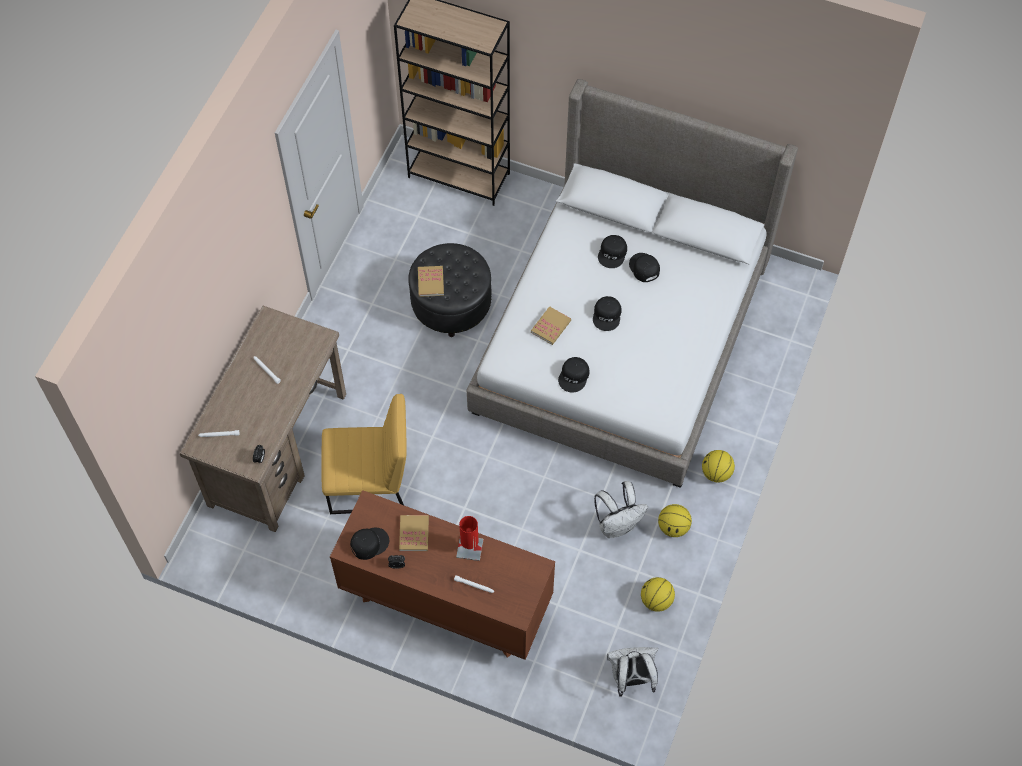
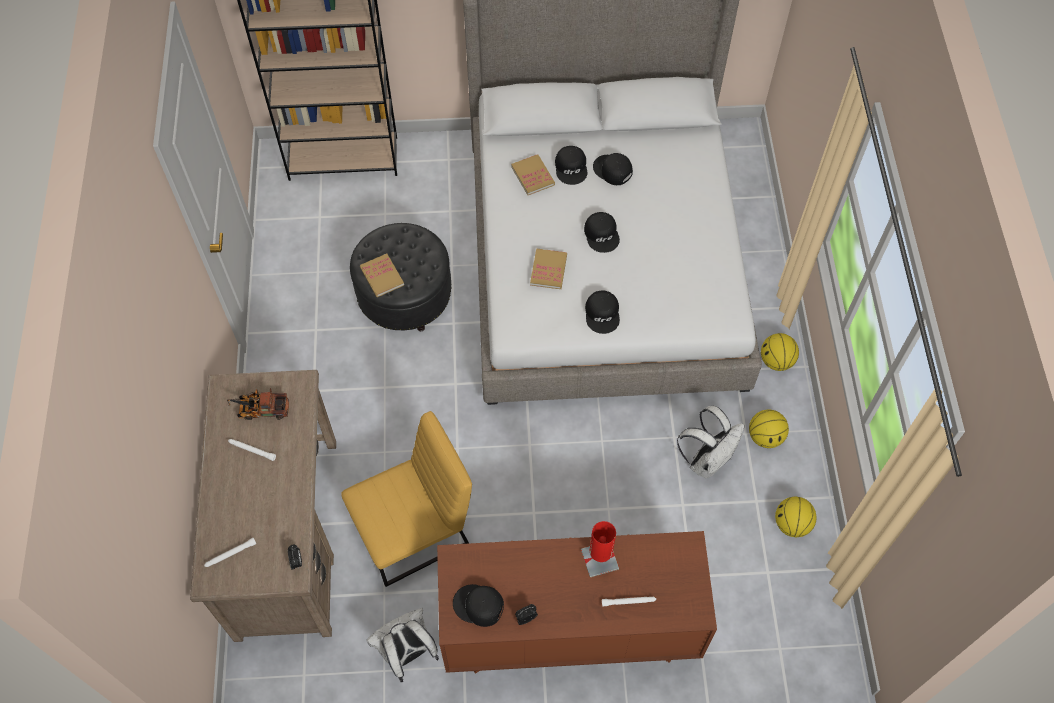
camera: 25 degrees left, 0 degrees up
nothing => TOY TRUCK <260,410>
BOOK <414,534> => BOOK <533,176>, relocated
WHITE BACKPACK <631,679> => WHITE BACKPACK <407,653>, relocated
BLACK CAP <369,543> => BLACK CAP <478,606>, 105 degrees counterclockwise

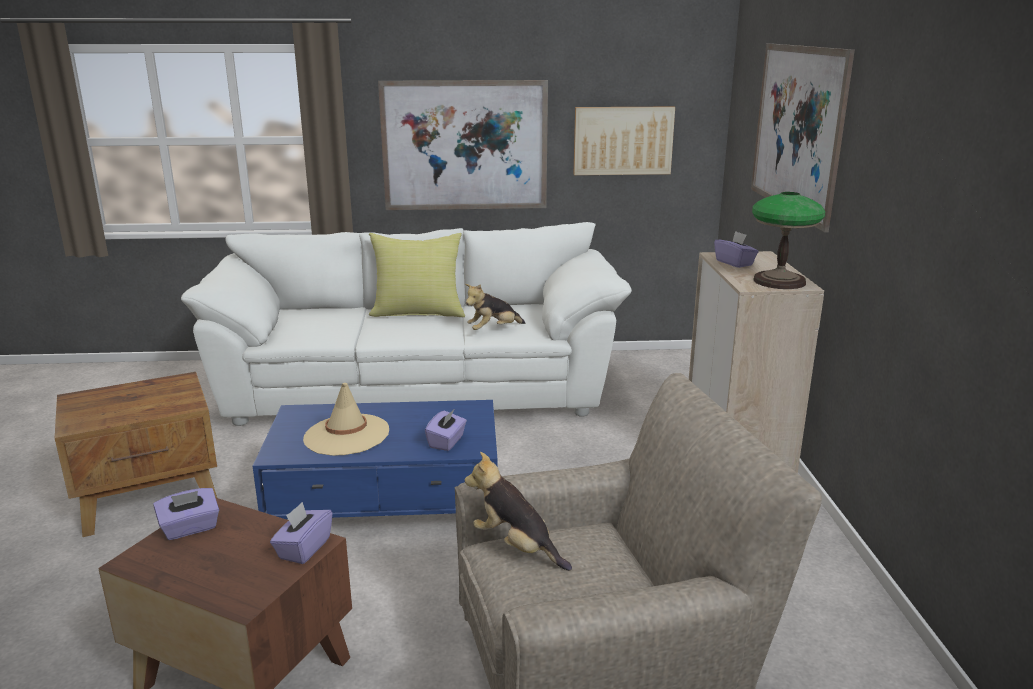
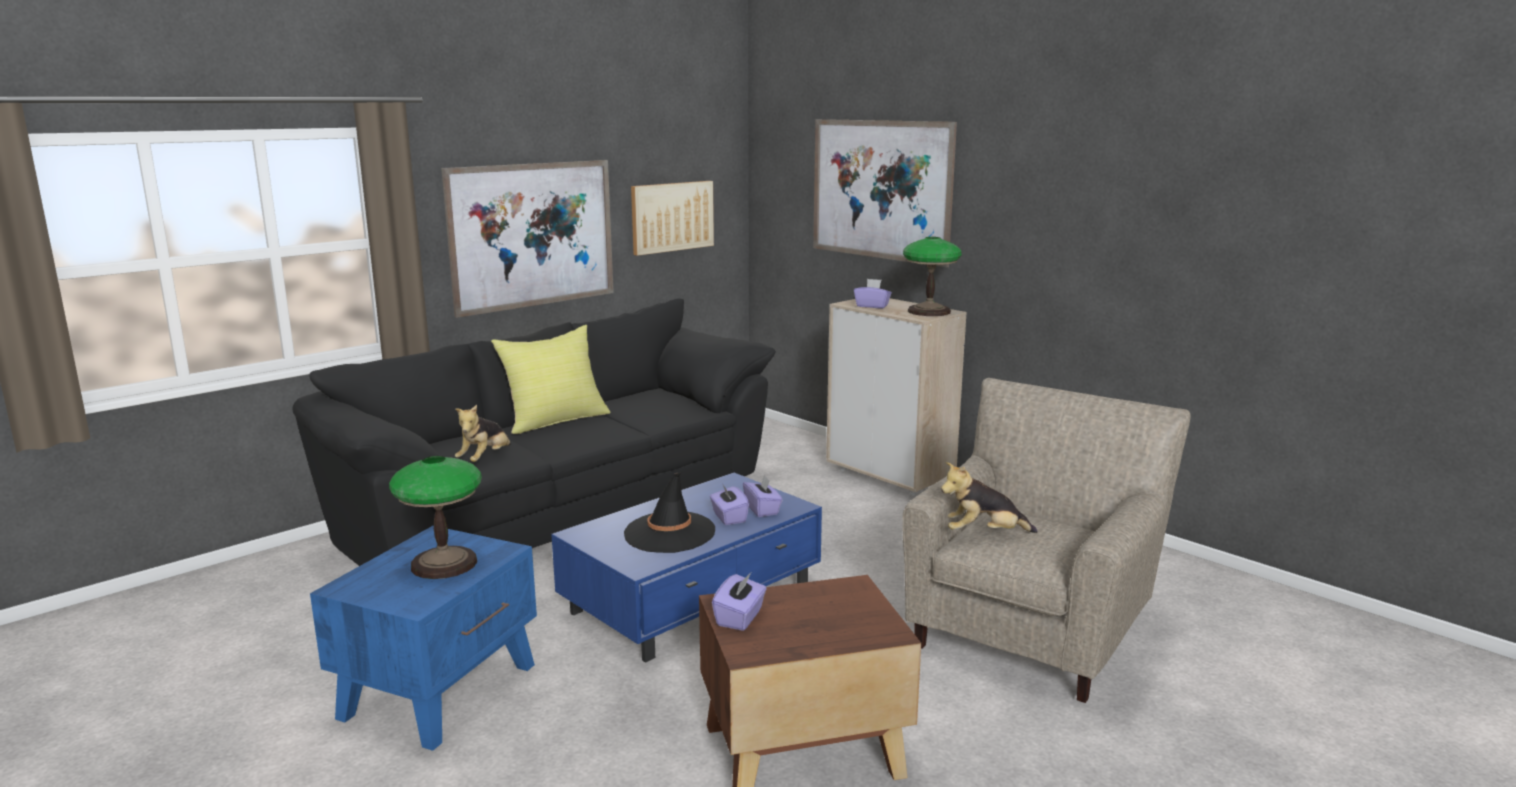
camera: 40 degrees left, 5 degrees down
nothing => TABLE LAMP <443,564>
PURPLE TISSUE BOX <303,548> => PURPLE TISSUE BOX <728,517>, relocated
PLUSH TOY <493,330> => PLUSH TOY <485,459>, relocated
BROWN SIDE TABLE <151,497> => BLUE SIDE TABLE <441,690>
WHITE SOFA <418,395> => BLACK SOFA <562,515>
BEIGE HAT <346,435> => BLACK HAT <669,533>

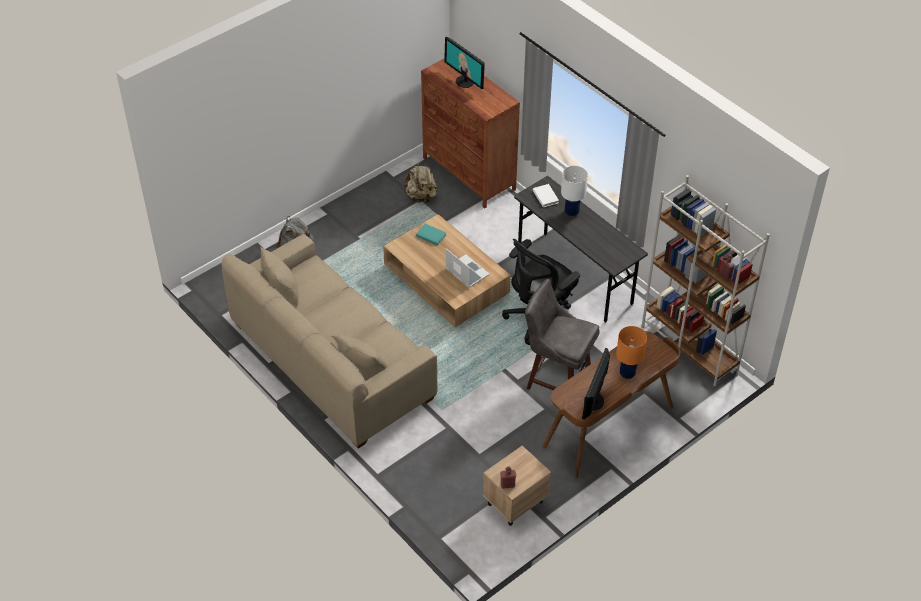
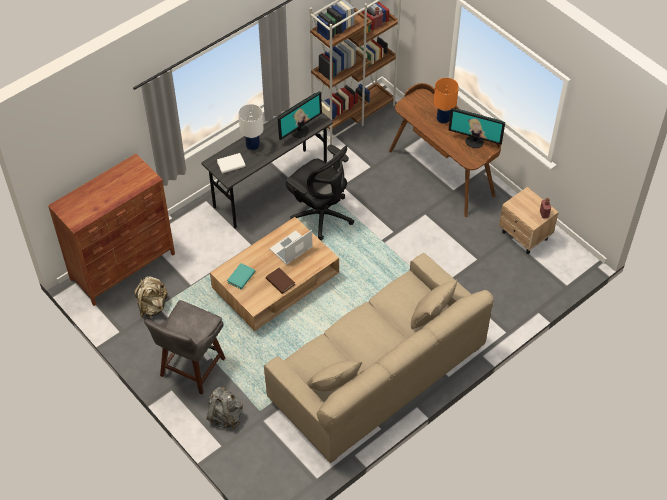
camera: 90 degrees left, 5 degrees up
nothing => BROWN BOOK <280,282>
MONITOR <465,81> => MONITOR <299,131>, relocated
GREY STOOL <556,378> => GREY STOOL <191,369>, relocated

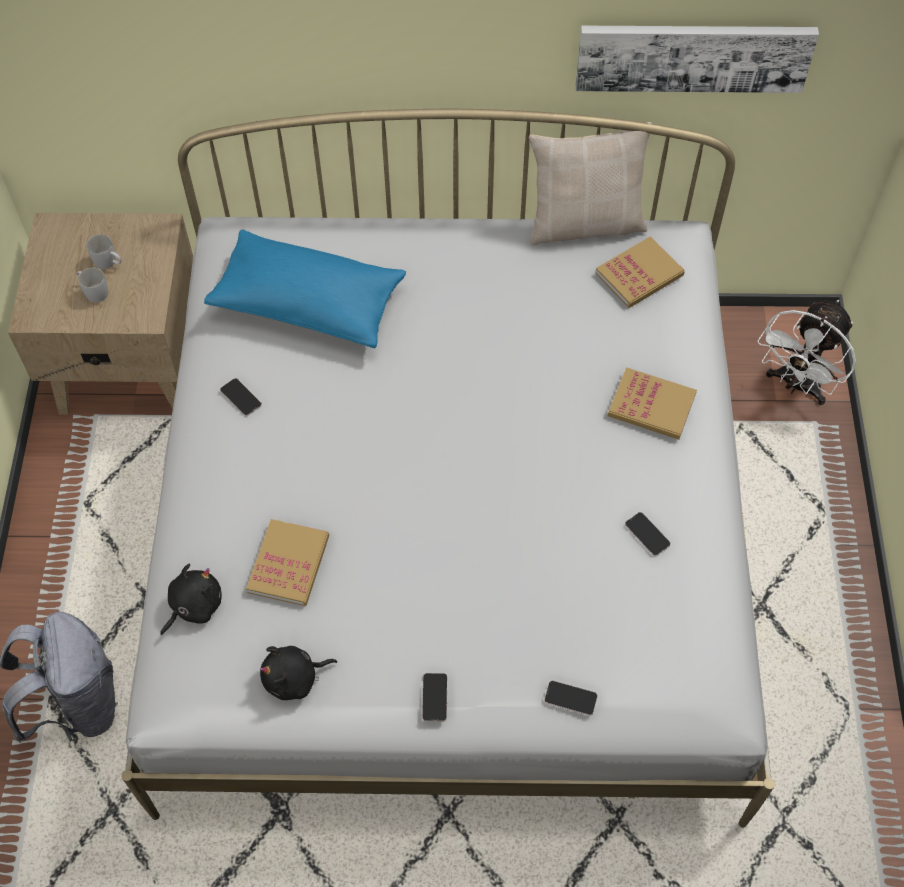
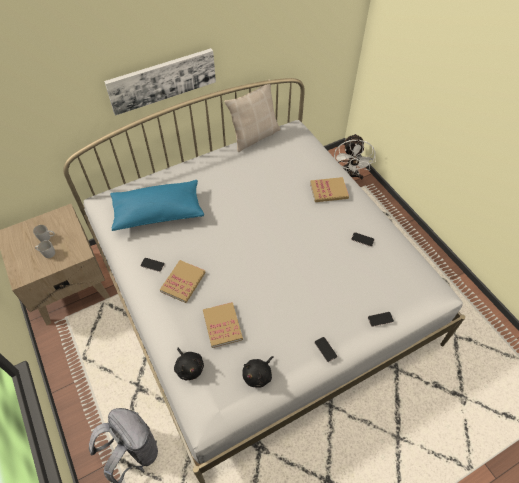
camera: 30 degrees left, 5 degrees down
PICTURE <693,55> => PICTURE <162,80>, relocated
BOOK <639,274> => BOOK <183,282>, relocated
BLACK PLUSH TOY <194,606> => BLACK PLUSH TOY <189,367>, 135 degrees clockwise

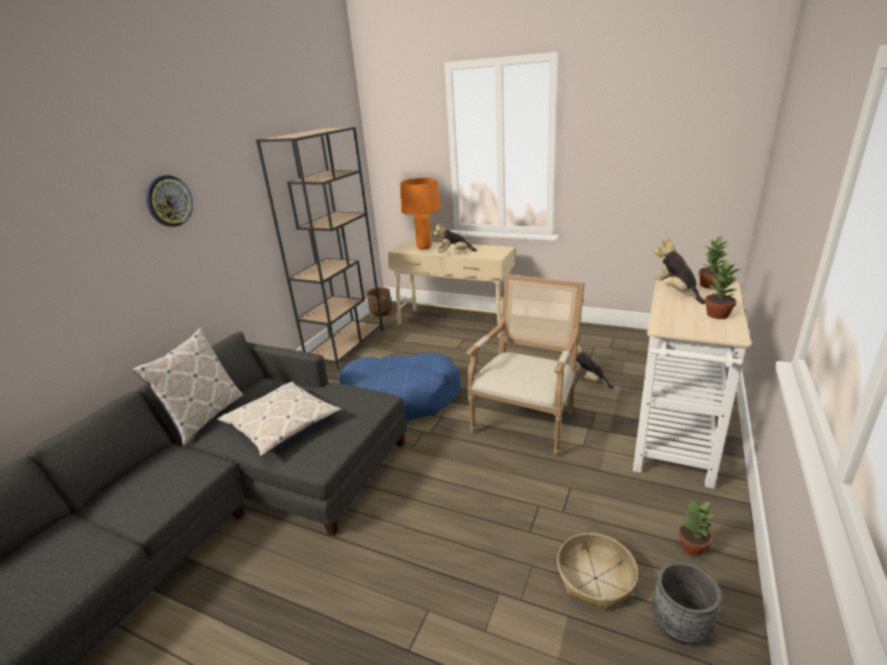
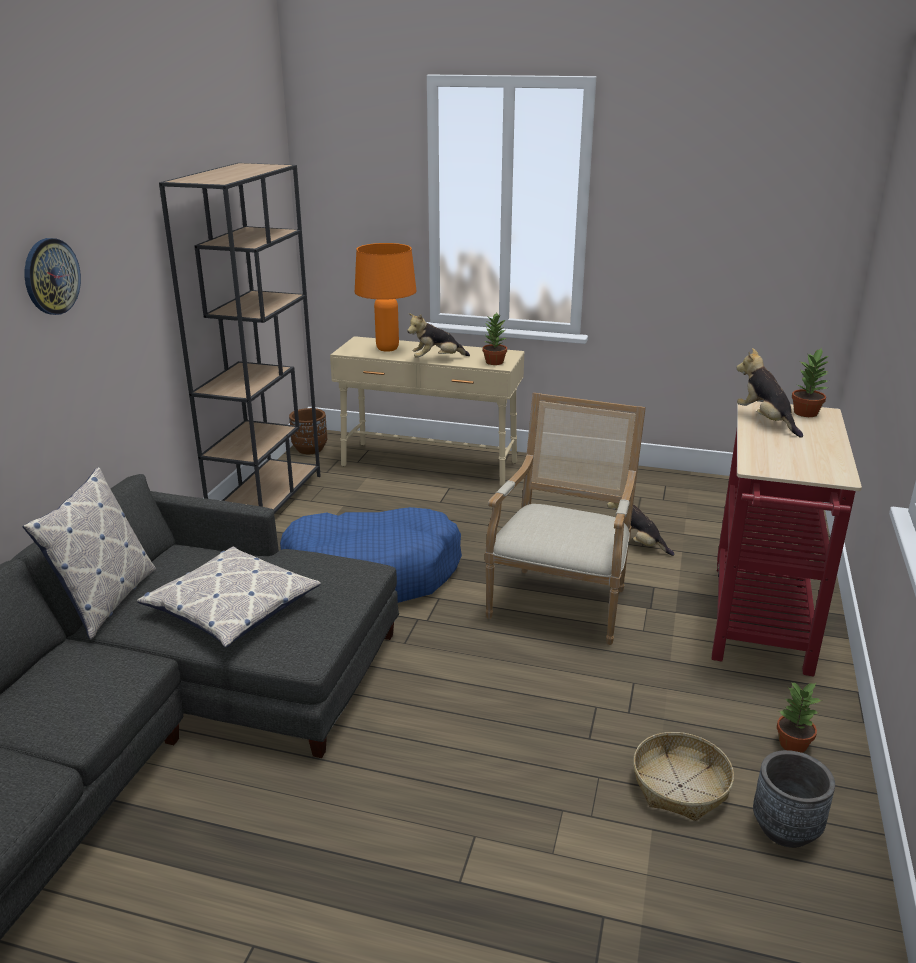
camera: 10 degrees left, 0 degrees up
POTTED PLANT <717,315> => POTTED PLANT <494,362>, relocated
WHITE CART <674,441> => RED CART <760,621>

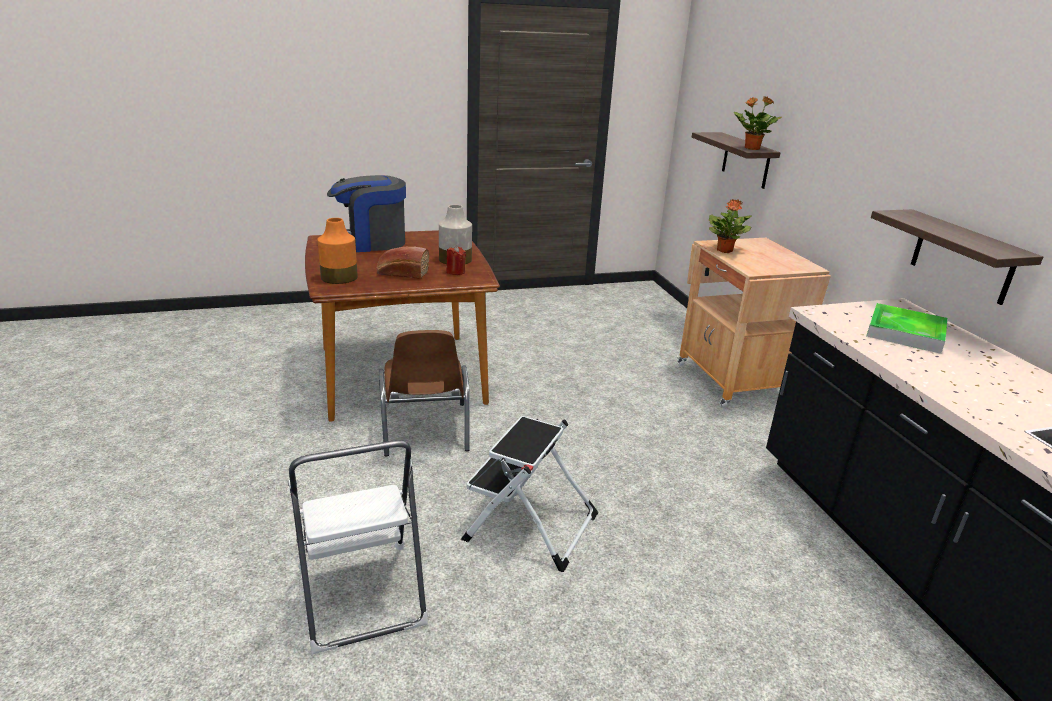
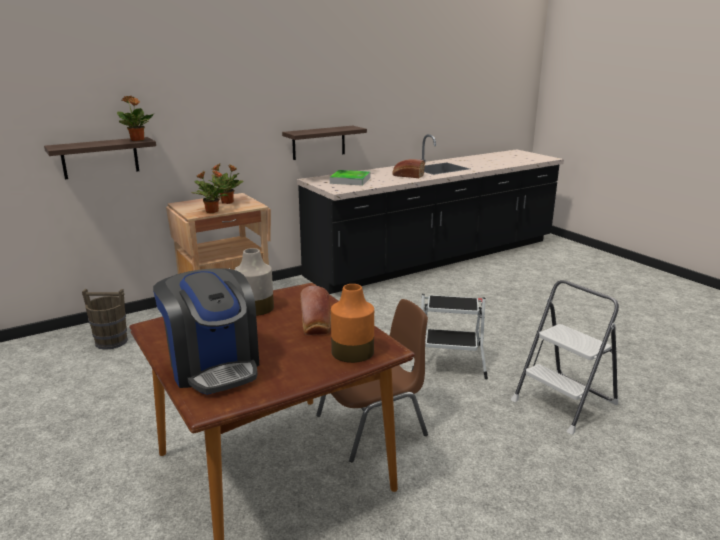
camera: 105 degrees left, 5 degrees down
RED CANDLE <455,272> => nothing
nothing => BROWN BUCKET <111,342>
nothing => POTTED PLANT <228,202>
nothing => BREAD <407,176>

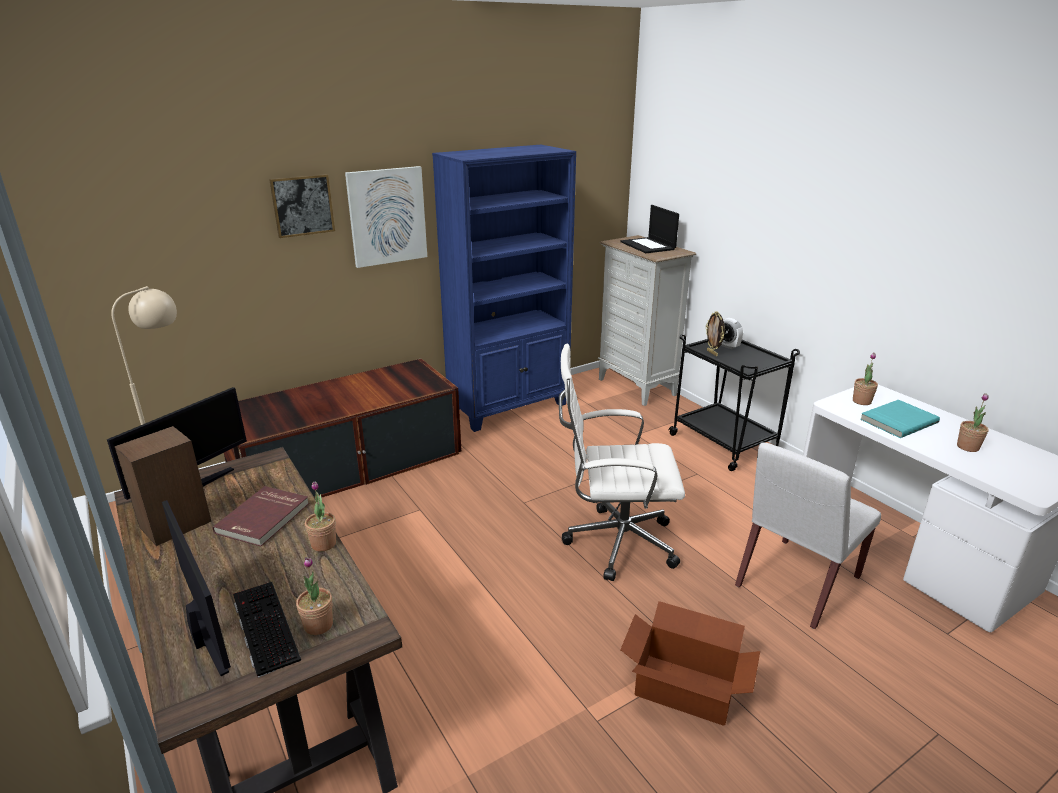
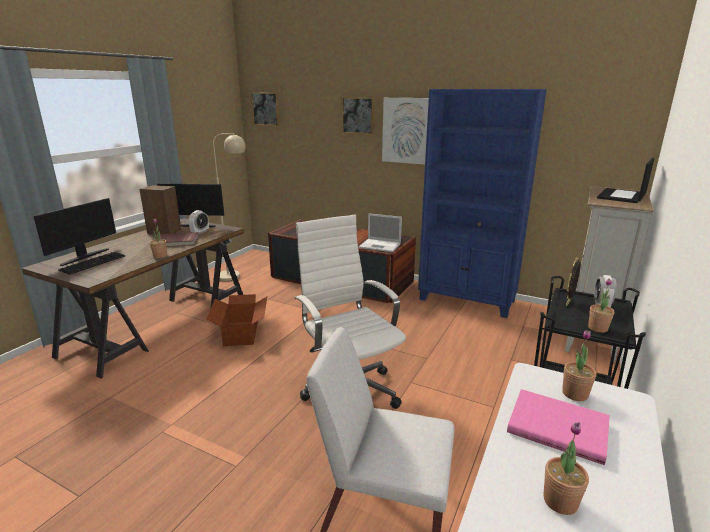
camera: 60 degrees right, 5 degrees down
nothing => ALARM CLOCK <200,232>
nothing => PICTURE <266,109>
nothing => LAPTOP <381,245>
POTTED PLANT <318,625> => POTTED PLANT <597,328>, relocated
CARDBOARD BOX <684,687> => CARDBOARD BOX <241,333>, relocated
TURQUOISE BOOK <897,421> => PINK BOOK <558,427>

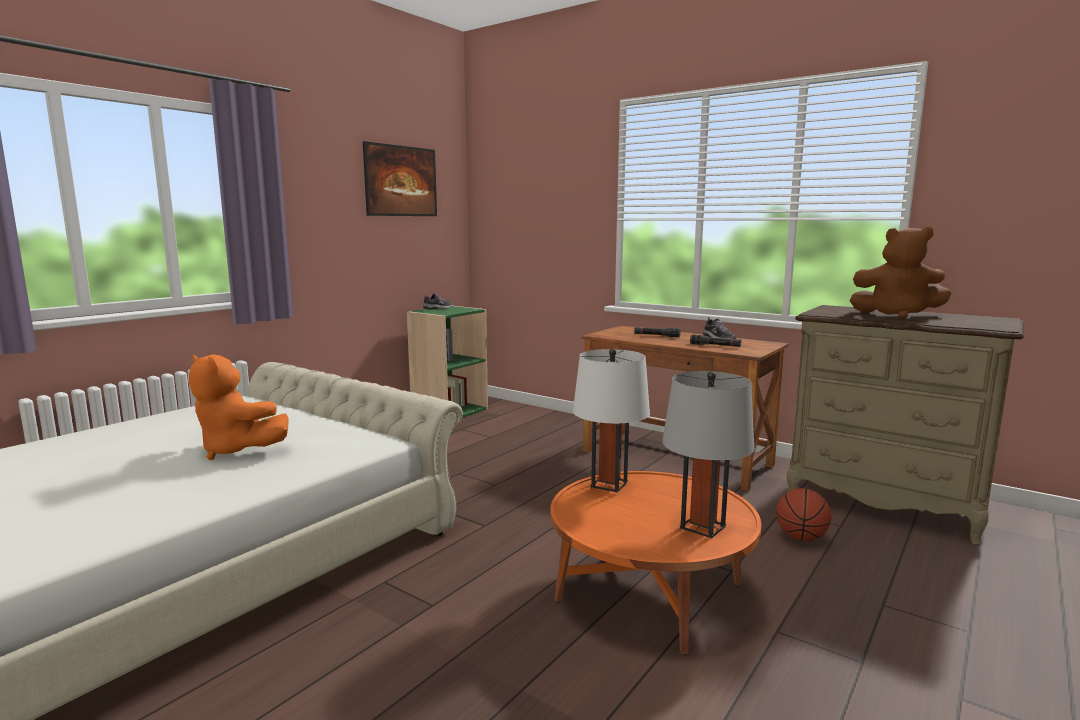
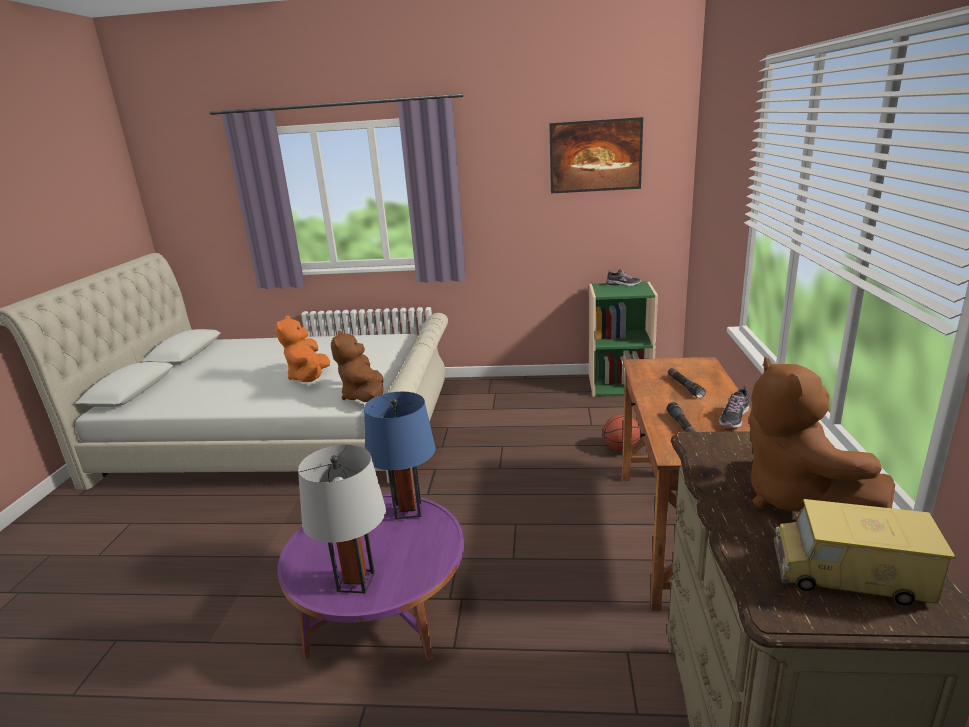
camera: 60 degrees right, 10 degrees up
nothing => BROWN PLUSH TOY <364,397>
nothing => TOY TRUCK <849,575>
BASKETBALL <801,537> => BASKETBALL <621,449>, relocated
ORANGE COFFEE TABLE <649,593> => PURPLE COFFEE TABLE <382,610>
WHITE TABLE LAMP <609,484> => BLUE TABLE LAMP <408,510>

